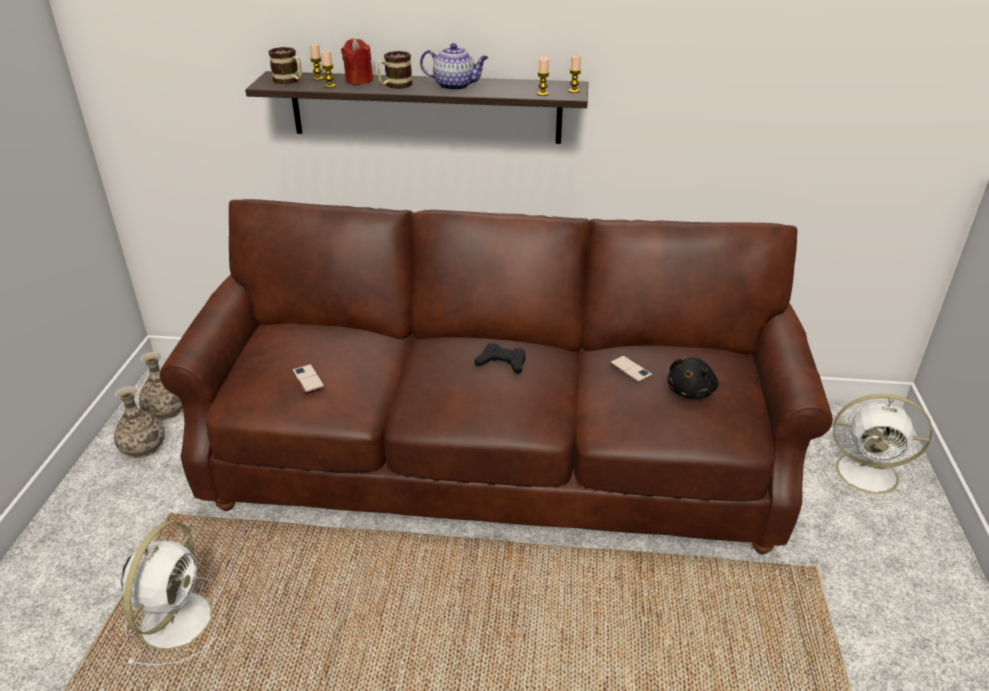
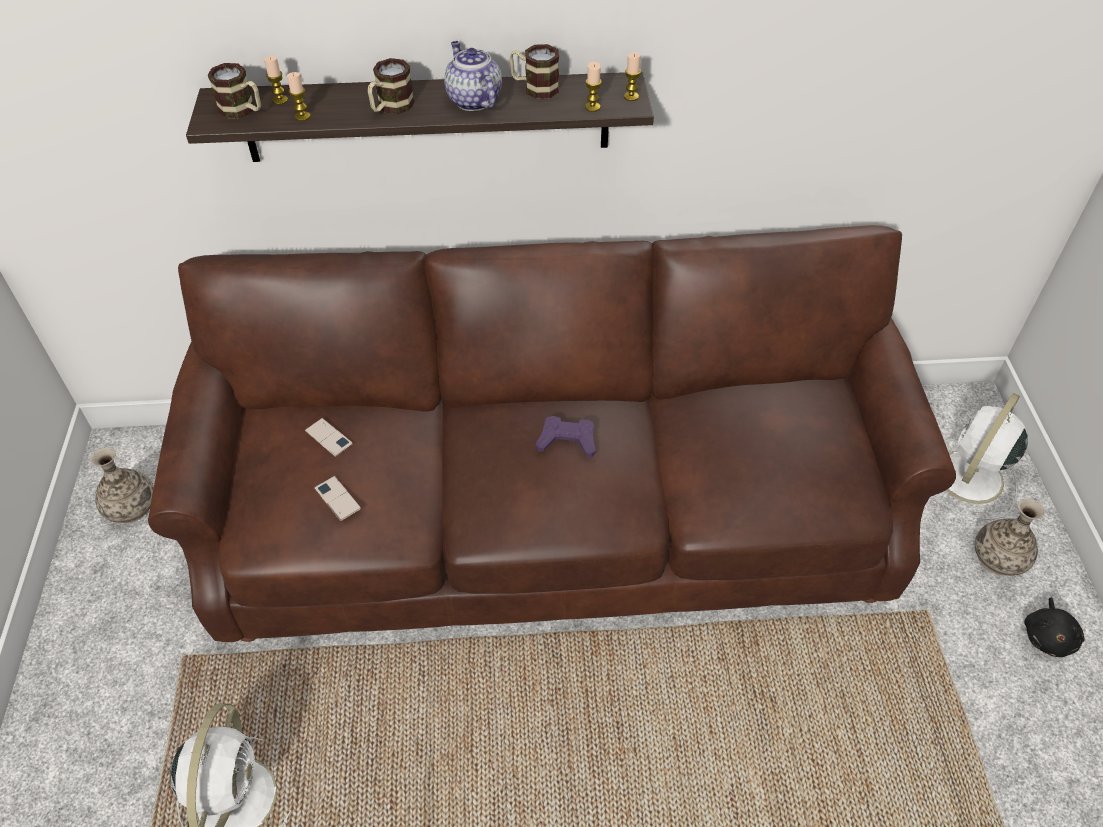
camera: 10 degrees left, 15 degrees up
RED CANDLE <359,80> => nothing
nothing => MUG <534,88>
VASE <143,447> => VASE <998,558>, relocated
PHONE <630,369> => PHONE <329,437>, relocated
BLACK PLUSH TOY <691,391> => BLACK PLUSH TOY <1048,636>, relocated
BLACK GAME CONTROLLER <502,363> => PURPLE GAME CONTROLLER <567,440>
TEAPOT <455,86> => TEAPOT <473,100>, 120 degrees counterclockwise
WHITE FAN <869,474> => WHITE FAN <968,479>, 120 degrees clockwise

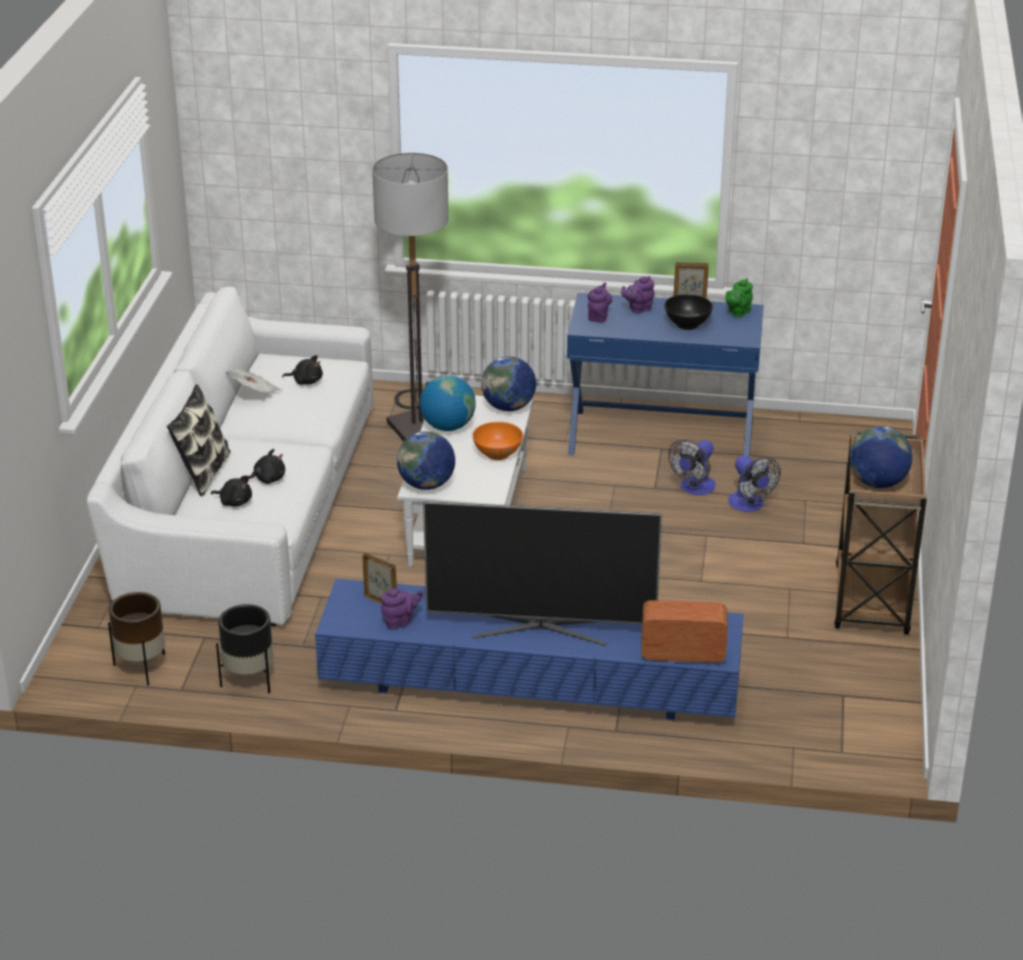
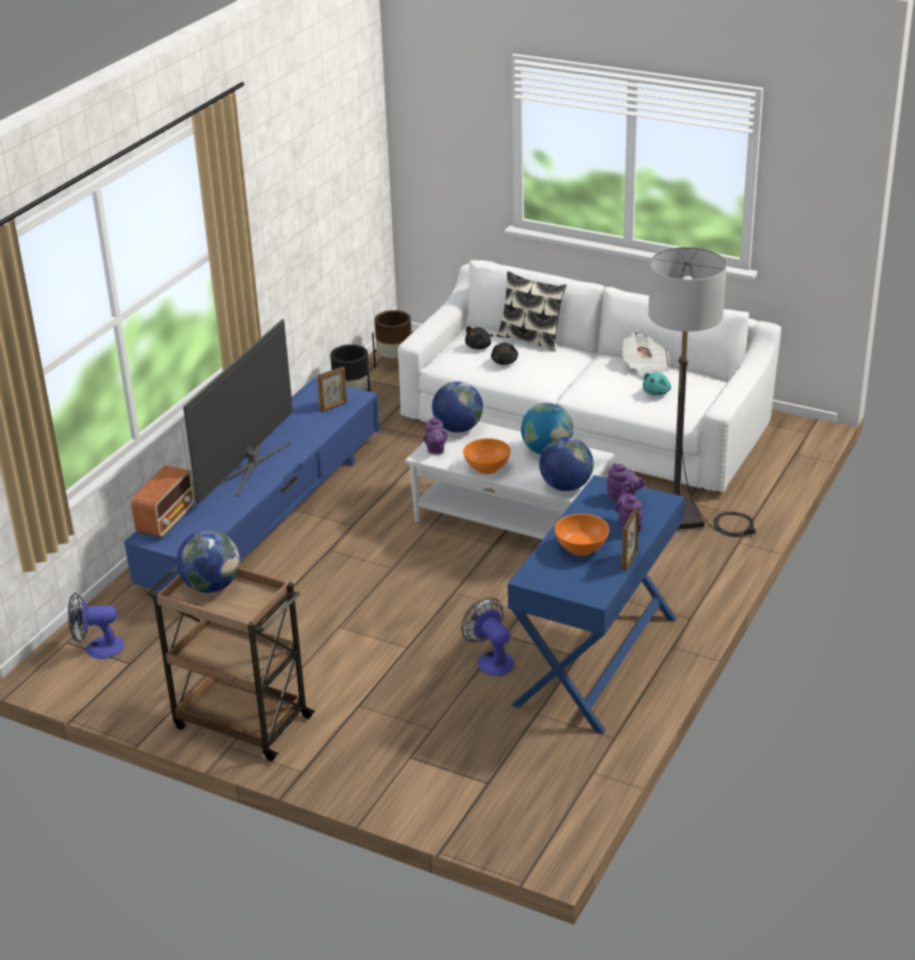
camera: 110 degrees right, 0 degrees up
GREEN TEAPOT <737,313> => nothing
PURPLE TEAPOT <400,622> => PURPLE TEAPOT <435,450>, relocated
FAN <749,505> => FAN <97,648>, relocated
BLACK PLUSH TOY <306,381> => TURQUOISE PLUSH TOY <657,392>
BLACK BOWL <687,324> => ORANGE BOWL <581,549>

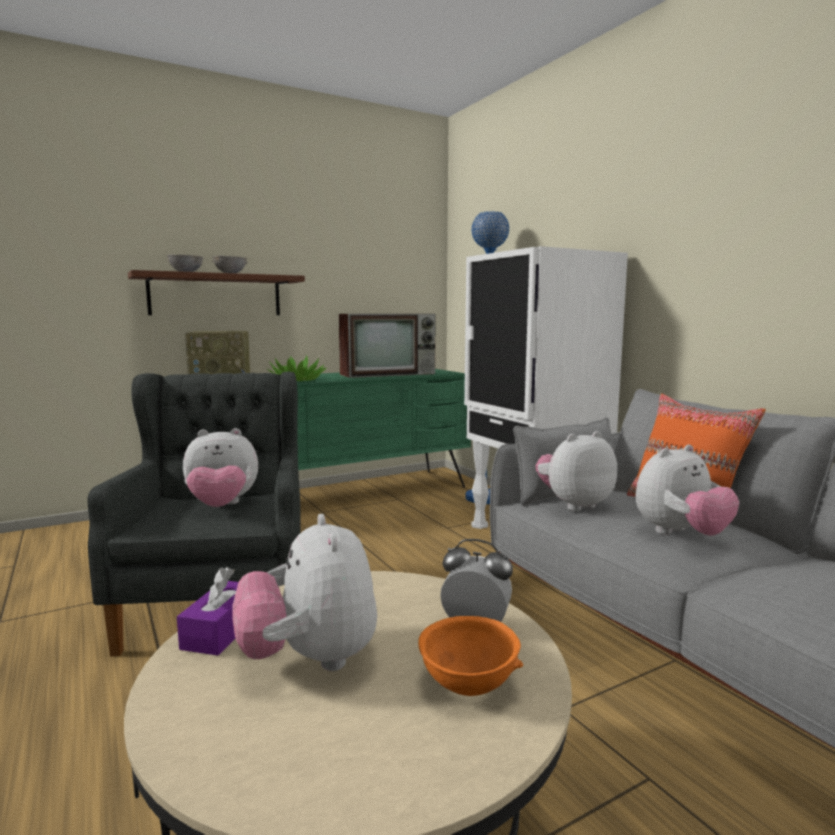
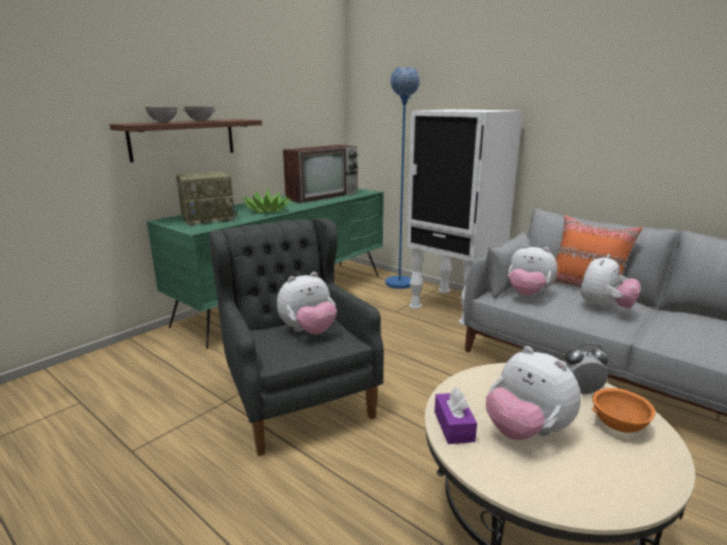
camera: 20 degrees left, 10 degrees up
PLUSH TOY <573,504> => PLUSH TOY <528,294>, 105 degrees counterclockwise

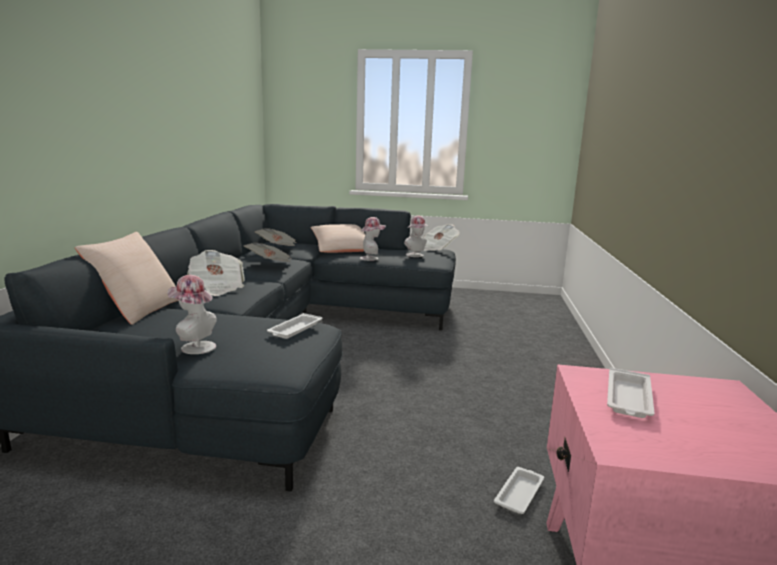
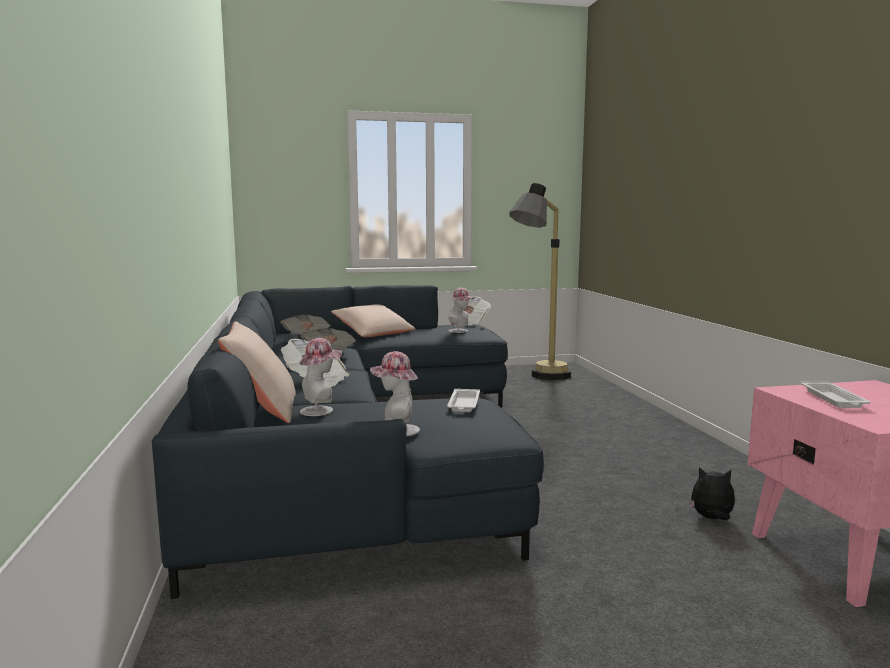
camera: 20 degrees left, 5 degrees down
nothing => FLOOR LAMP <539,378>
HAT <371,258> => HAT <321,410>, relocated
WHITE TRAY <519,493> => PLUSH TOY <711,518>

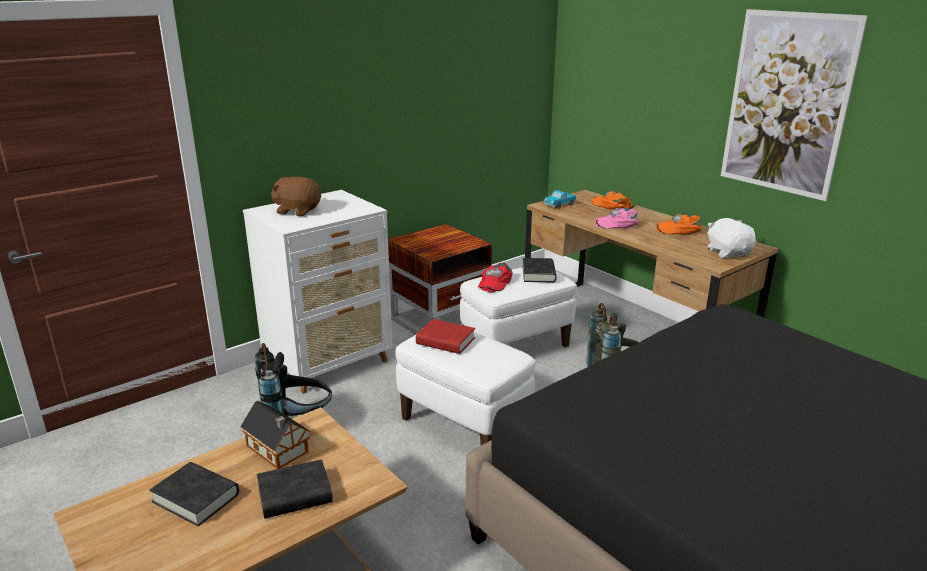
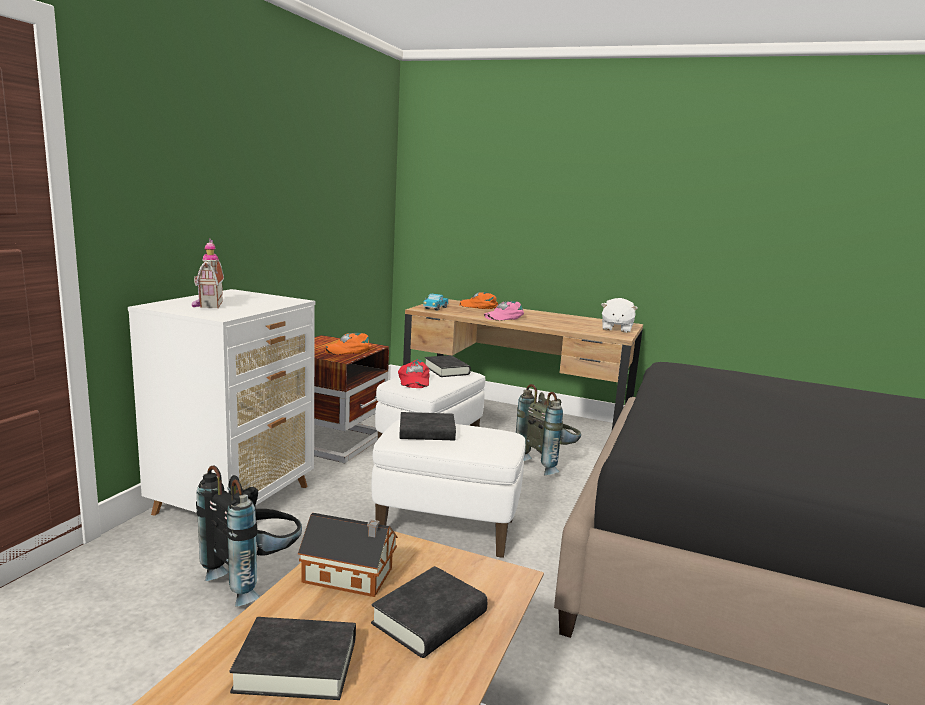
camera: 30 degrees left, 10 degrees down
PICTURE <787,104> => nothing
ORANGE CAP <679,229> => ORANGE CAP <349,350>, relocated
BROWN PLUSH TOY <297,211> => TOY HOUSE <207,304>
RED BOOK <445,341> => BLACK BOOK <427,432>
WHITE PLUSH TOY <728,253> => WHITE PLUSH TOY <616,329>, 120 degrees counterclockwise

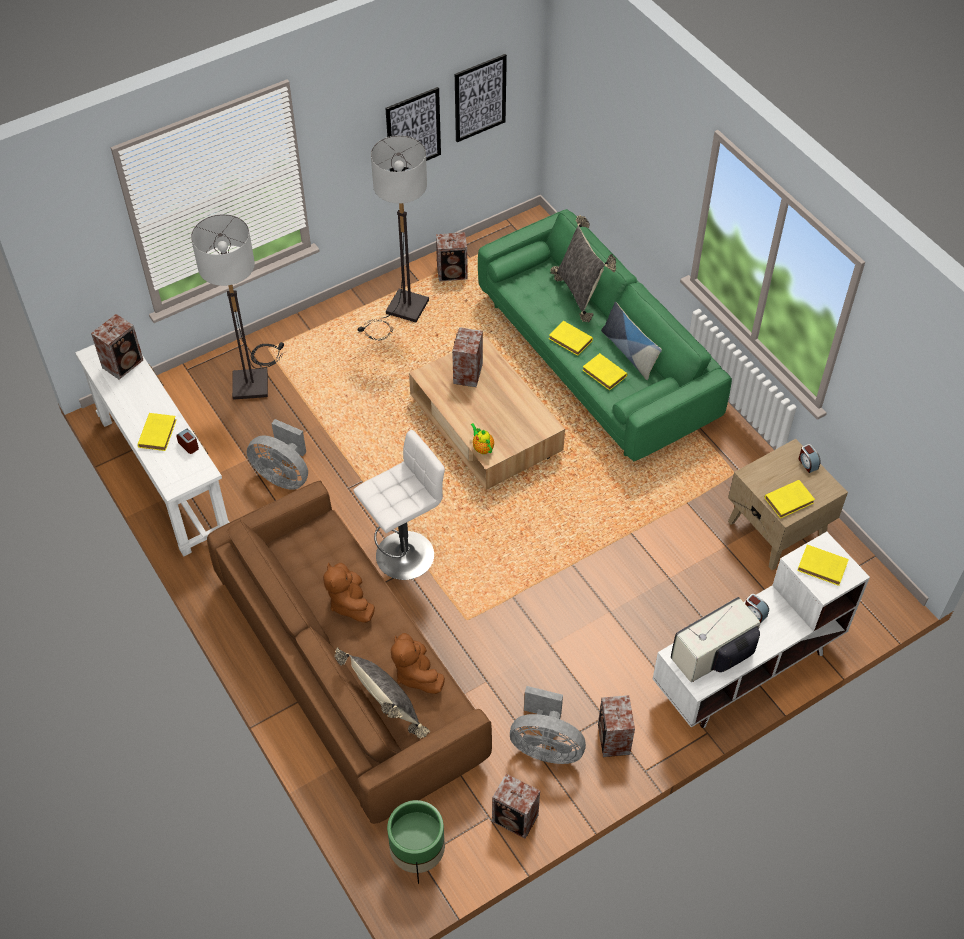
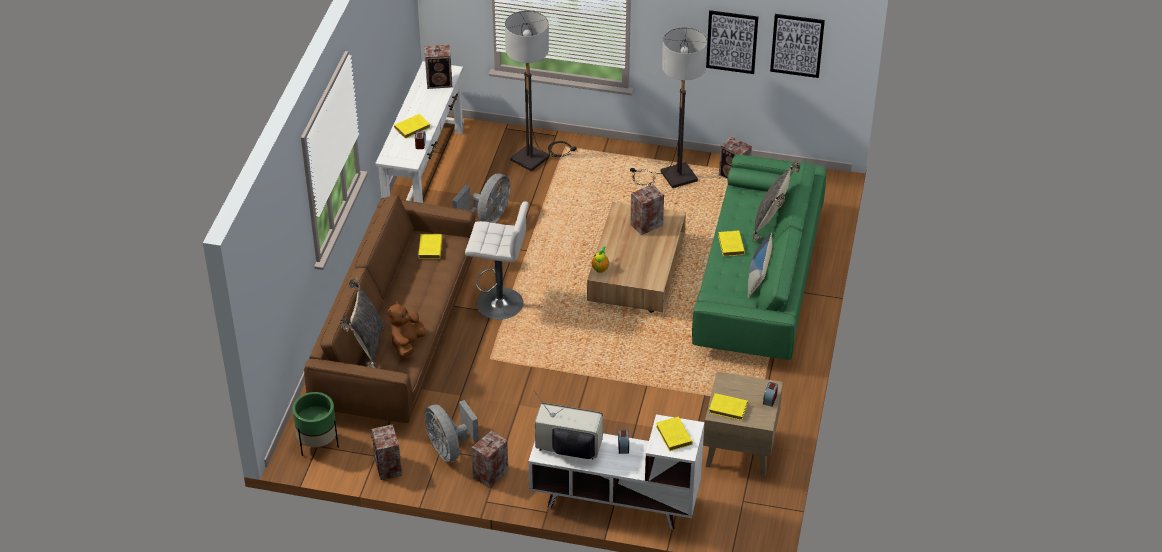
camera: 45 degrees right, 10 degrees down
BROWN PLUSH TOY <350,603> => nothing
YELLOW BOOK <605,374> => YELLOW BOOK <430,249>, relocated
GREY FAN <283,475> => GREY FAN <487,218>, 135 degrees counterclockwise

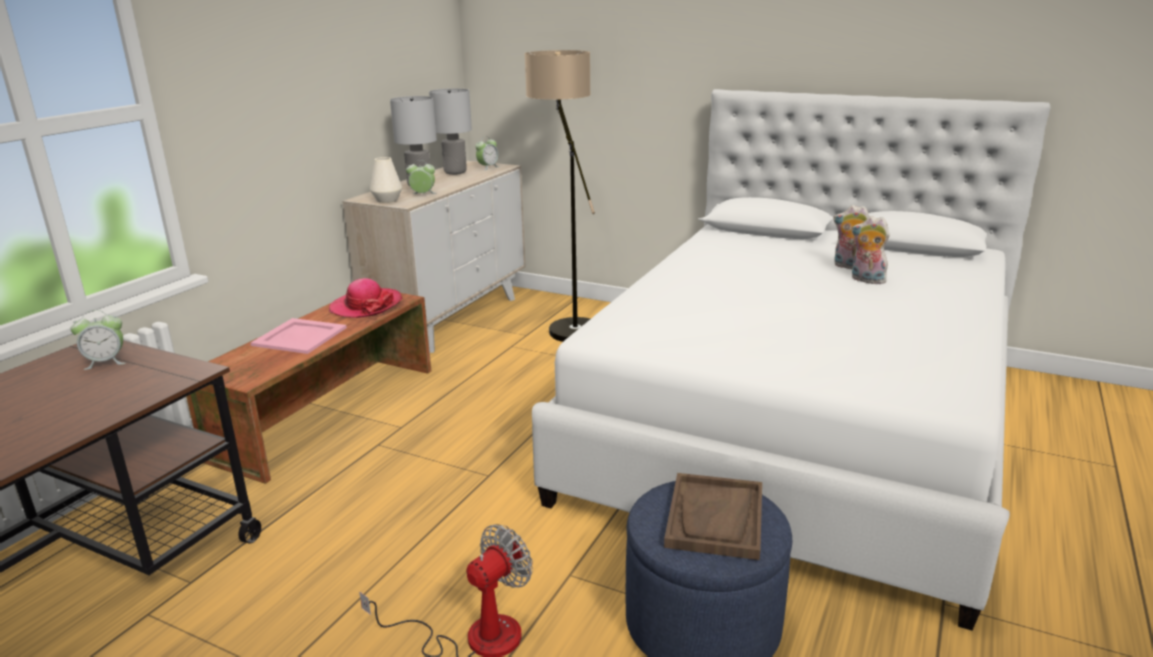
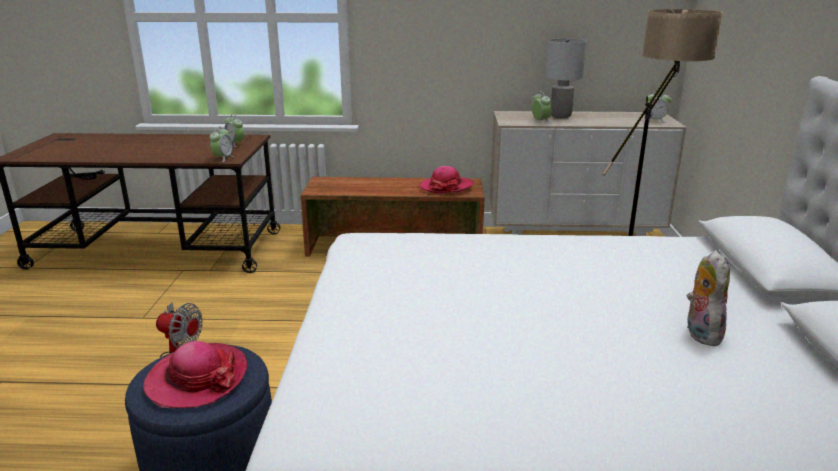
camera: 65 degrees right, 0 degrees up
PINK TRAY <300,337> => nothing
WHITE VASE <387,200> => nothing
GREY TABLE LAMP <455,173> => nothing
PLUSH TOY <866,280> => nothing
nothing => ALARM CLOCK <223,158>
BROWN TRAY <715,518> => HAT <197,379>

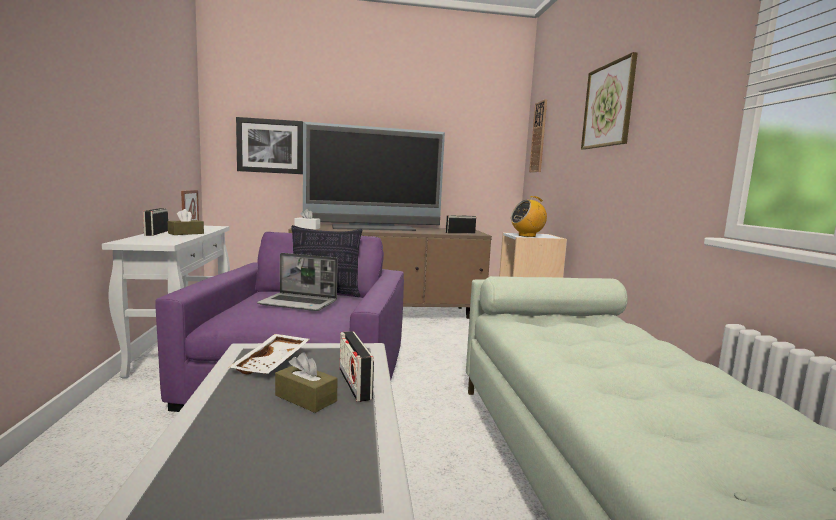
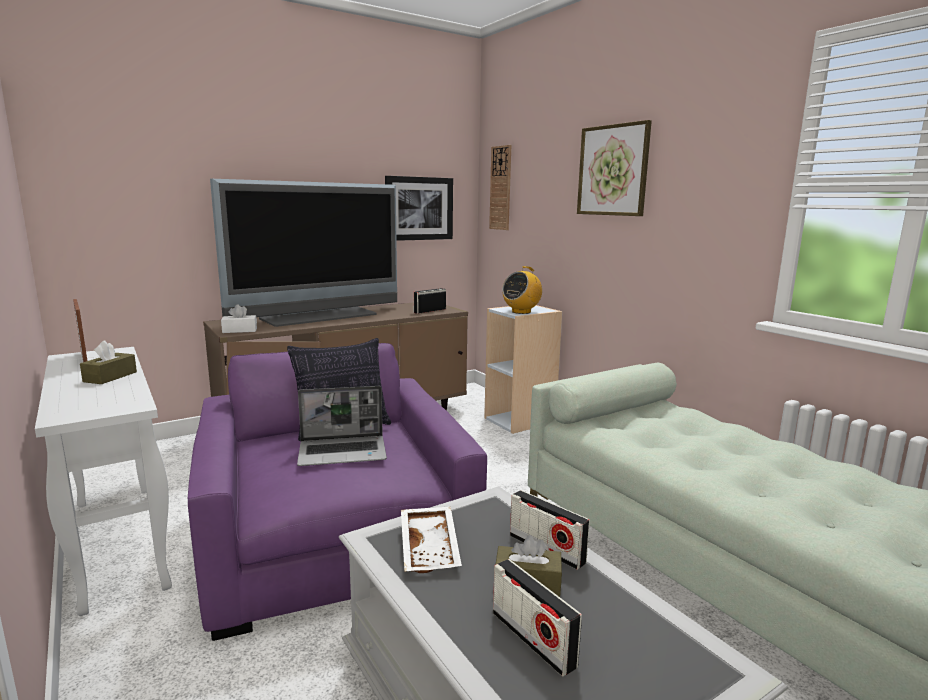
camera: 25 degrees left, 5 degrees up
RADIO <156,233> => RADIO <532,639>, relocated
PICTURE <270,146> => PICTURE <419,208>, relocated

